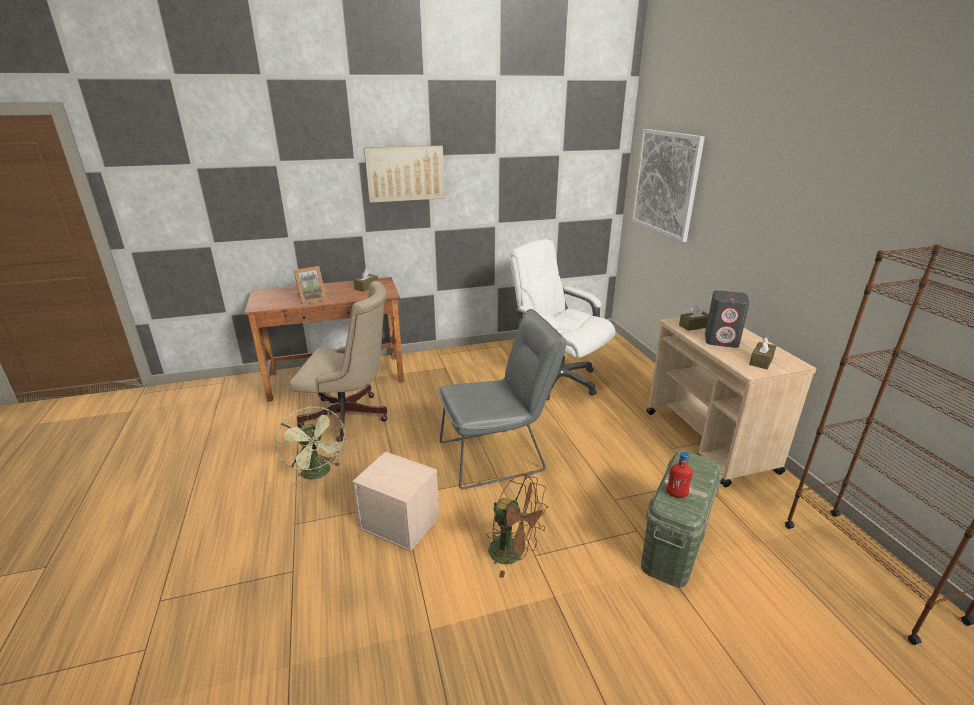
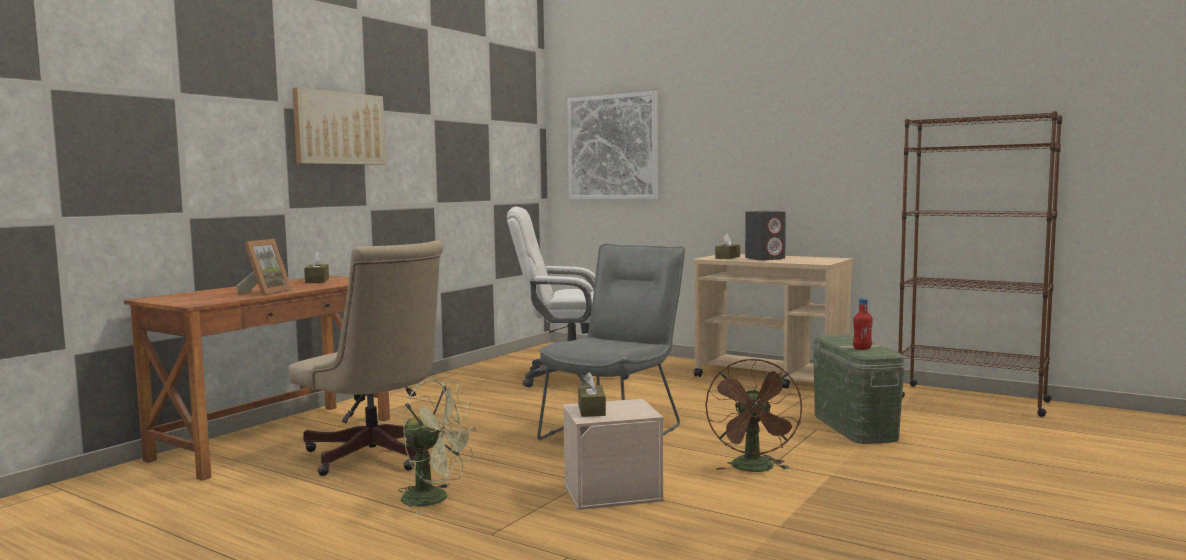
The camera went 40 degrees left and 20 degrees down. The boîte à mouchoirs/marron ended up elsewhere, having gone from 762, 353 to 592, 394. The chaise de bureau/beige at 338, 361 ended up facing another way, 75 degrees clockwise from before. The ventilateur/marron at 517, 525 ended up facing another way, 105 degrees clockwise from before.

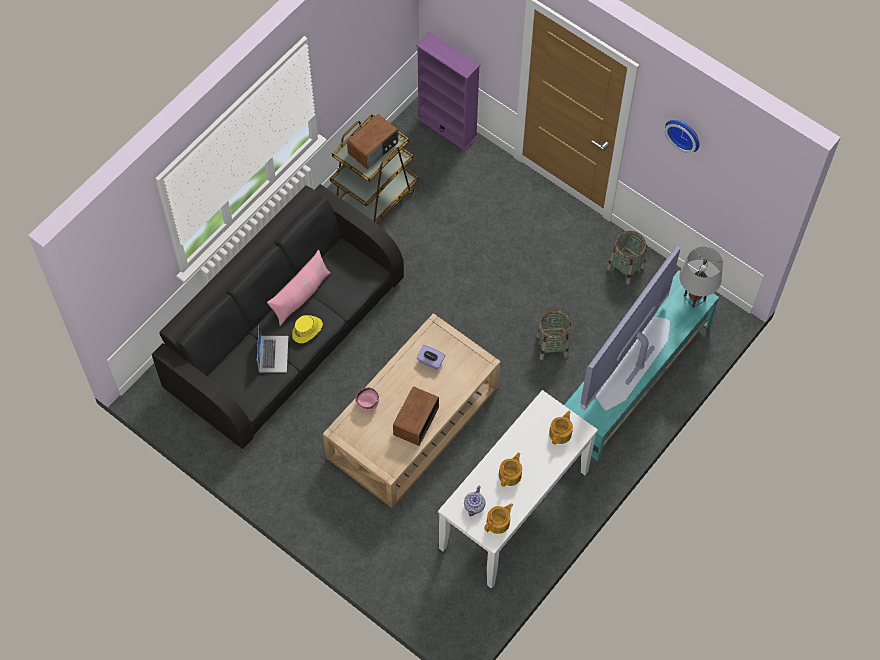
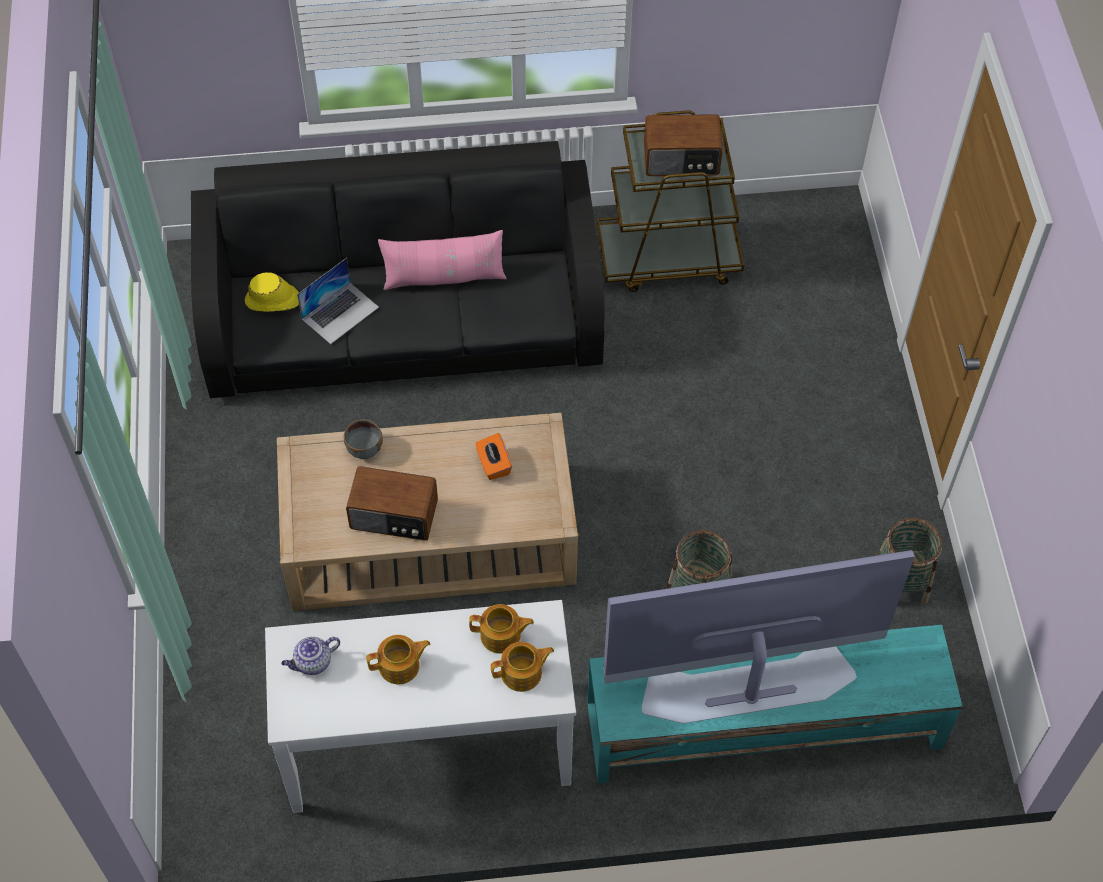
The camera went 45 degrees right and 5 degrees down. The second view lost the bibliothèque/violet at 448, 91. The second view lost the horloge murale at 682, 136. The second view lost the lampe de table/gris at 701, 277. The chapeau/jaune ended up elsewhere, having gone from 307, 329 to 272, 292. The théière ended up elsewhere, having gone from 498, 518 to 501, 629. What was the bol/rose at 367, 399 turned into the bol/gris at 363, 439. What was the boîte à mouchoirs/violet at 431, 357 turned into the boîte à mouchoirs/orange at 493, 456. The radio at 416, 416 ended up facing another way, 150 degrees counterclockwise from before.

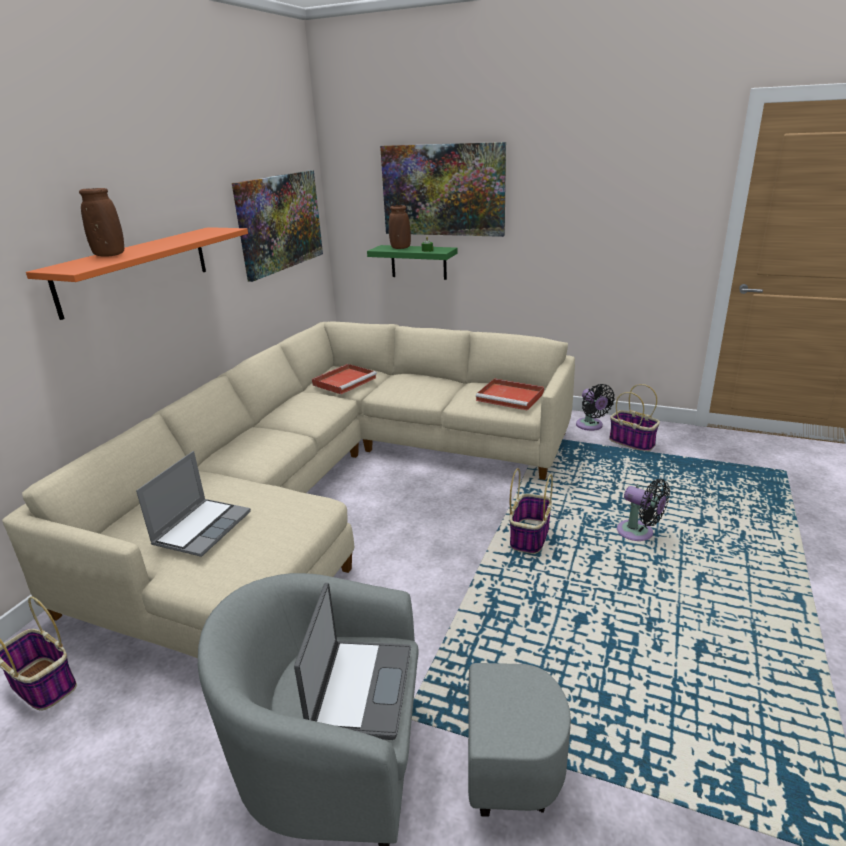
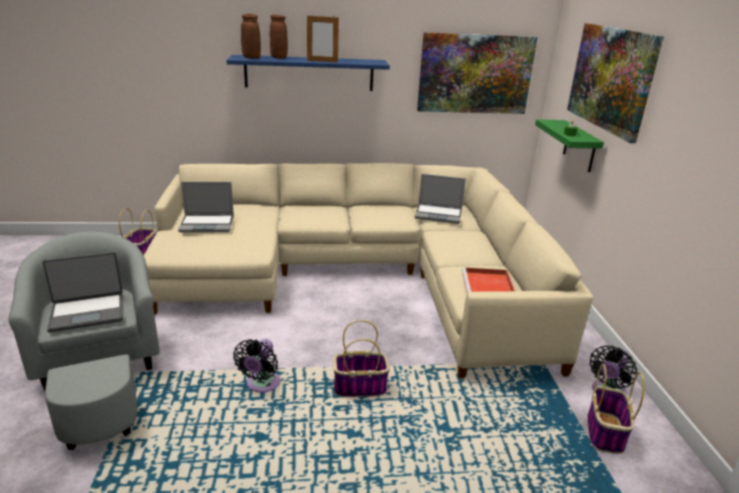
The camera went 60 degrees right and 0 degrees up. The second view gained the cadre photo at 323, 38. The vase/marron ended up elsewhere, having gone from 400, 227 to 251, 36. The ventilateur/noir ended up elsewhere, having gone from 643, 510 to 256, 366. Where the plateau/rouge stood at 344, 379, the ordinateur portable came to stand at 440, 199. What was the étagère/orange at 137, 273 turned into the étagère/bleu at 308, 73.

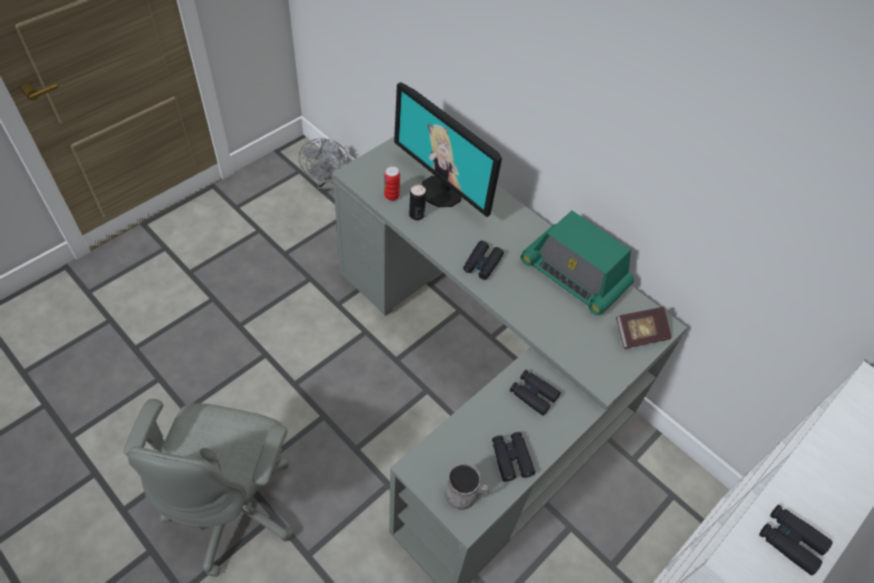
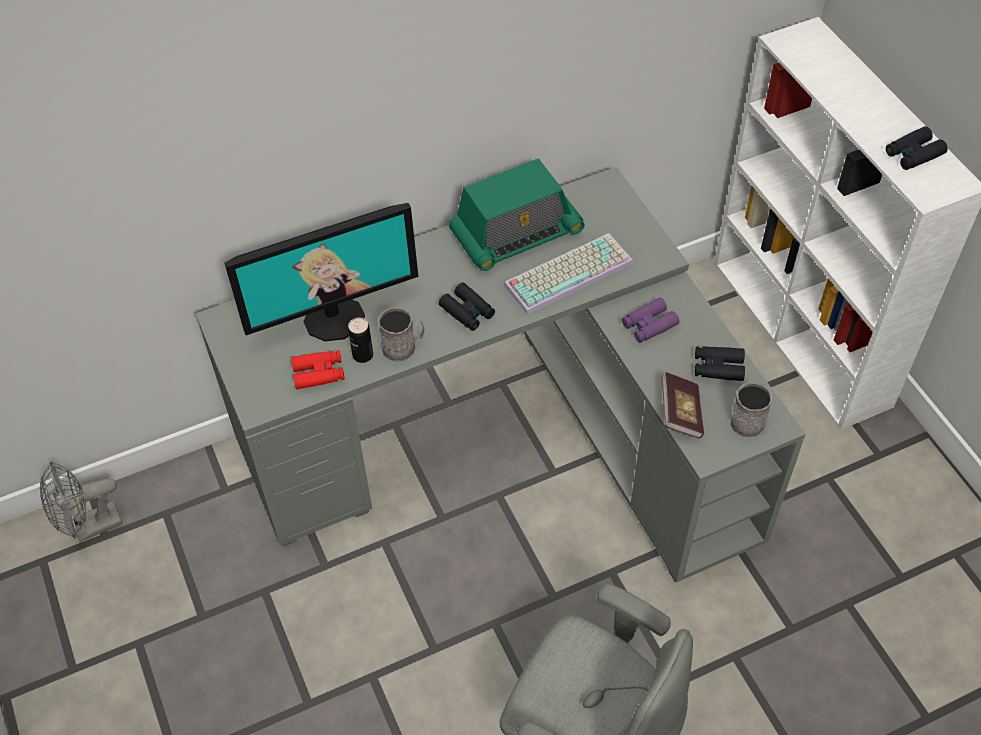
The camera went 65 degrees left and 0 degrees up. The second view gained the mug/gris at 401, 334. The second view gained the clavier at 568, 274. The livre ended up elsewhere, having gone from 643, 328 to 683, 405. Where the boîte métallique stood at 392, 183, the jumelles/rouge came to stand at 317, 369. What was the jumelles/noir at 535, 393 turned into the jumelles/violet at 651, 320. The ventilateur/gris at 324, 163 ended up facing another way, 135 degrees clockwise from before.

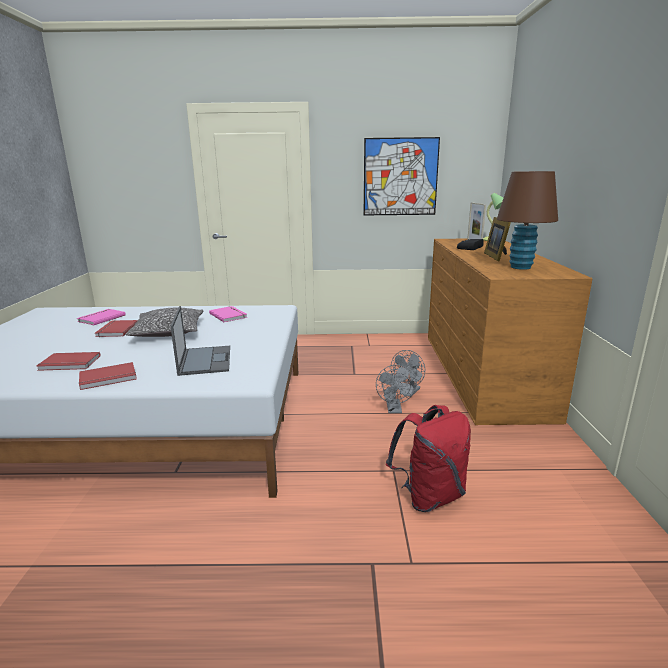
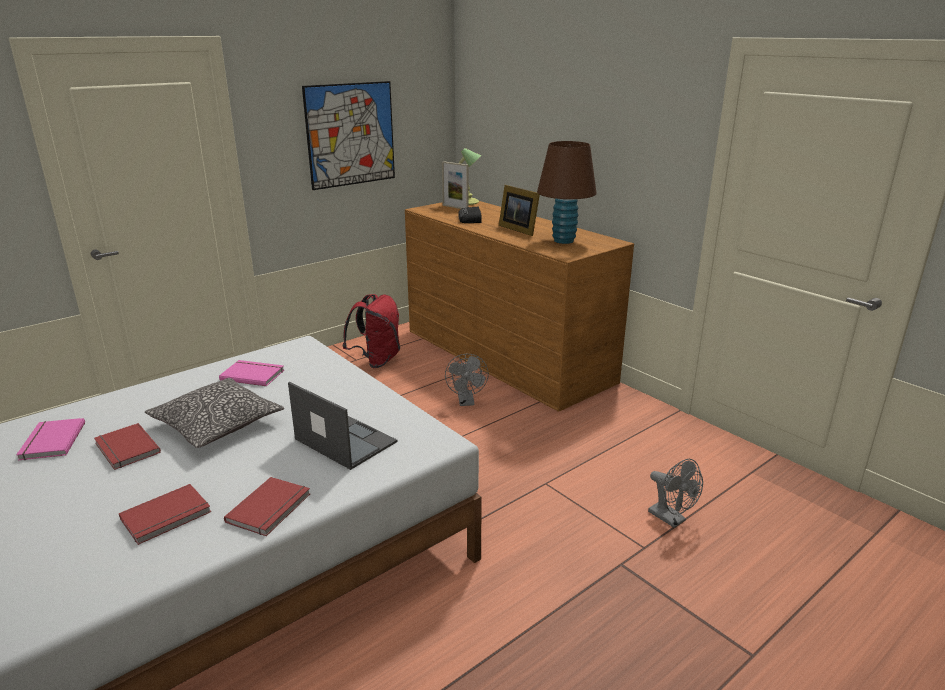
The camera went 40 degrees left and 5 degrees up. The ventilateur/gris ended up elsewhere, having gone from 396, 389 to 675, 493. The sac à dos/rouge ended up elsewhere, having gone from 428, 458 to 371, 331.

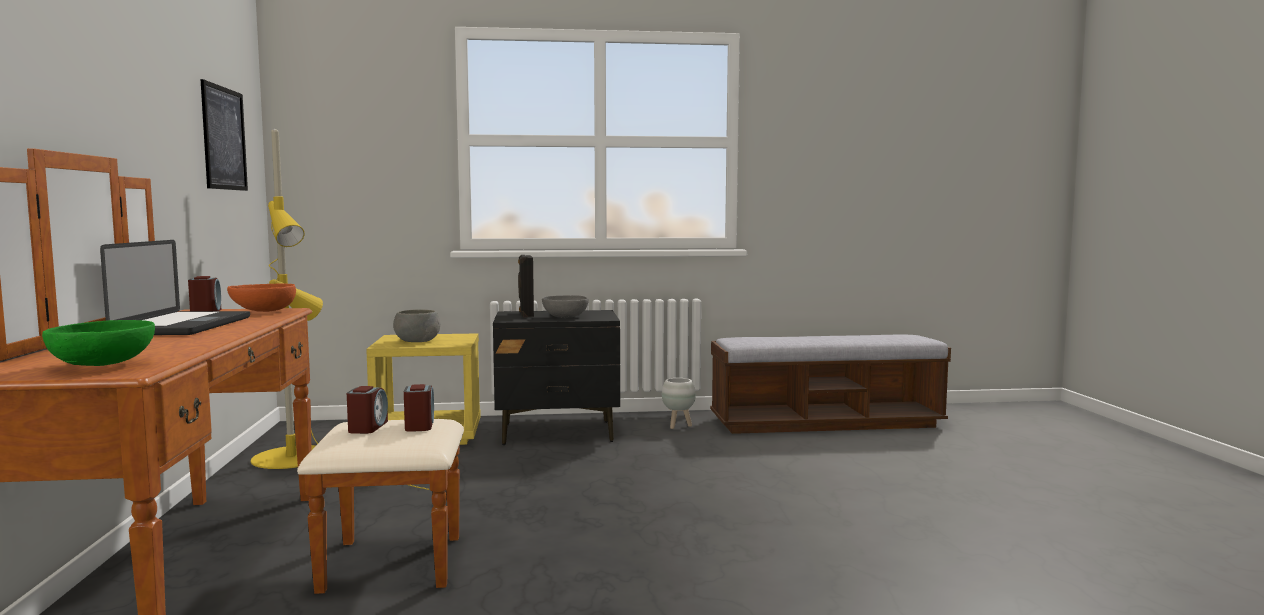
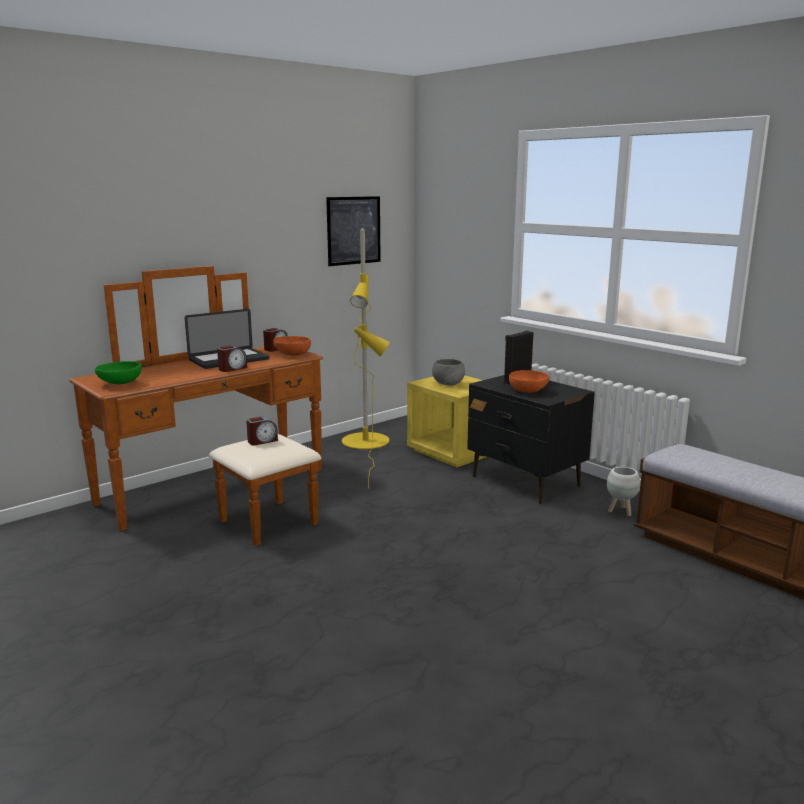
The camera went 55 degrees right and 10 degrees up. The réveil ended up elsewhere, having gone from 419, 408 to 232, 358. What was the bol/gris at 565, 306 turned into the bol/orange at 529, 381.

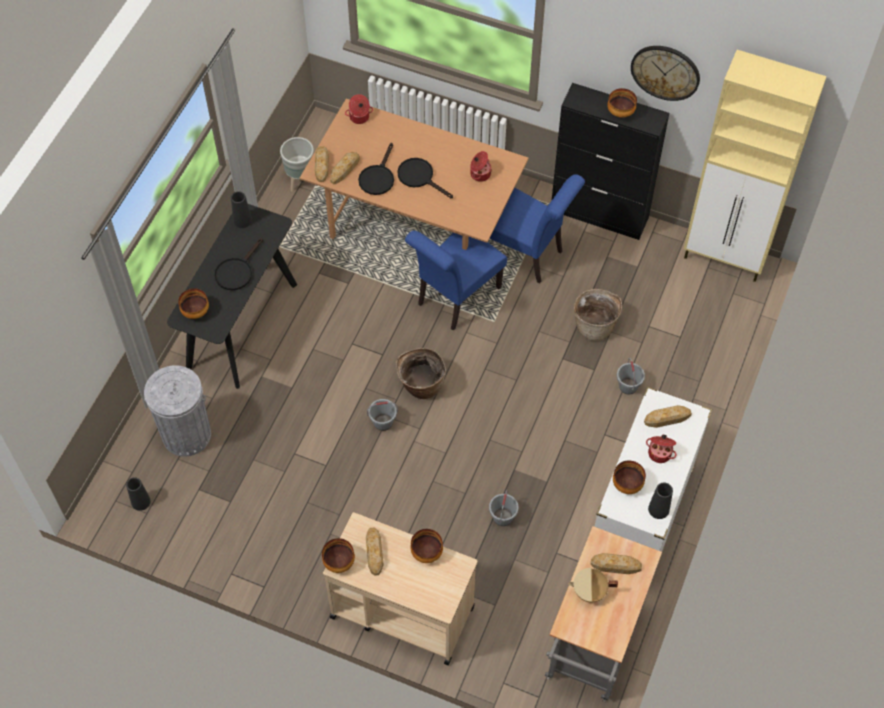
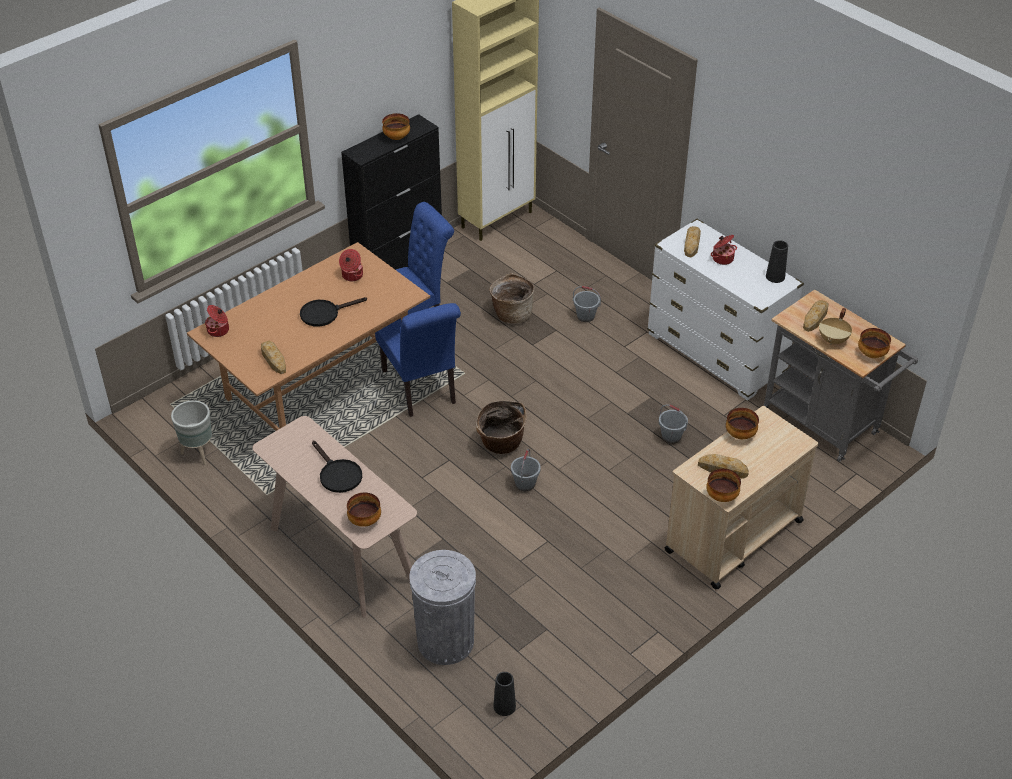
The camera went 65 degrees left and 15 degrees down. The second view lost the vase/noir at 241, 209. The second view lost the pain at 322, 164. The second view lost the poêle/noir at 376, 169. The second view lost the horloge murale at 665, 73. The bol ended up elsewhere, having gone from 629, 477 to 874, 343. What was the table console/noir at 232, 296 turned into the table console/beige at 334, 517.

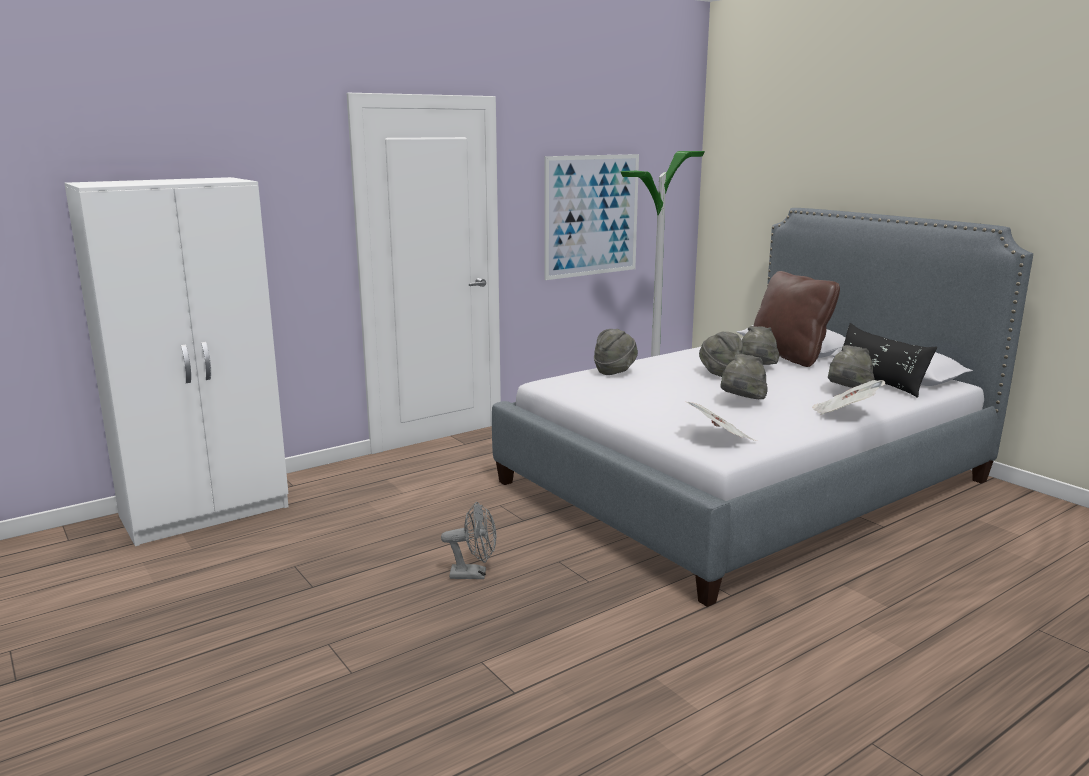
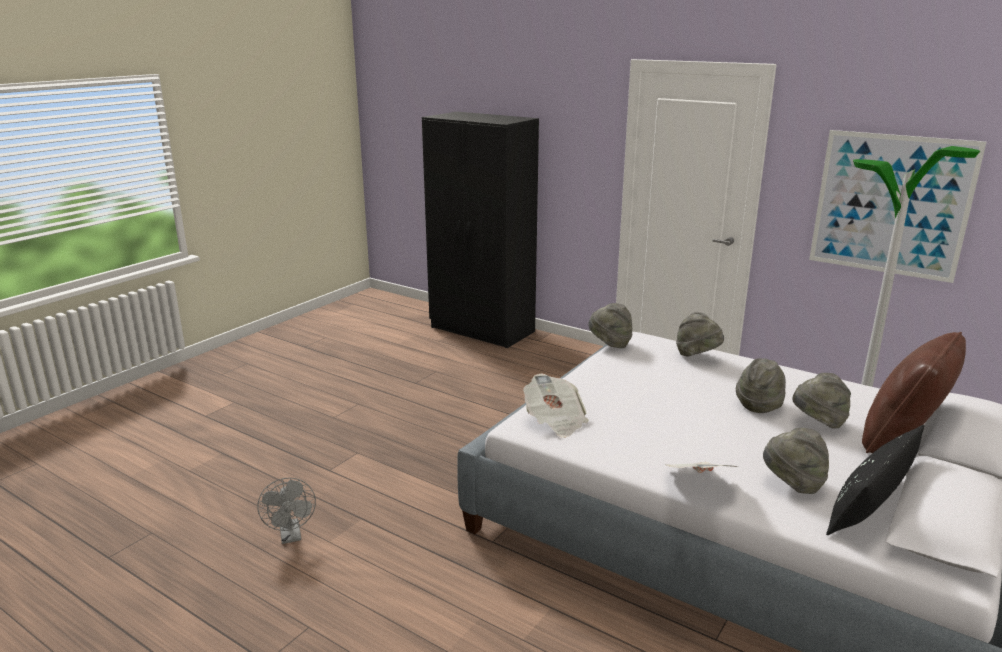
The camera went 70 degrees right and 5 degrees up. The ventilateur/gris ended up elsewhere, having gone from 468, 540 to 286, 511. The chapeau/gris ended up elsewhere, having gone from 744, 376 to 610, 325. What was the armoire/blanc at 176, 361 turned into the armoire/noir at 480, 230.

